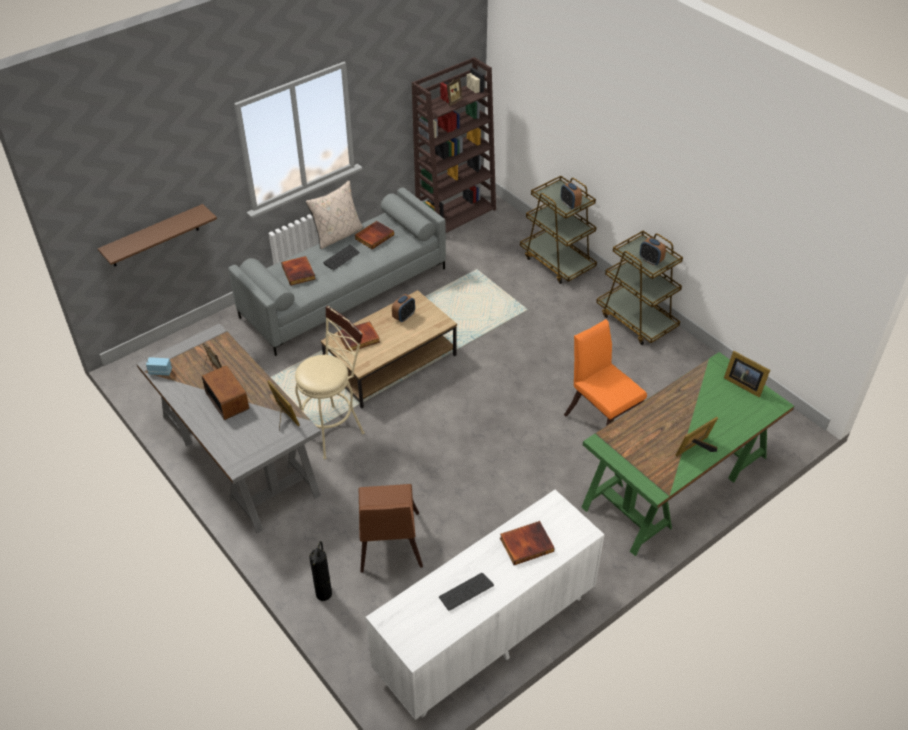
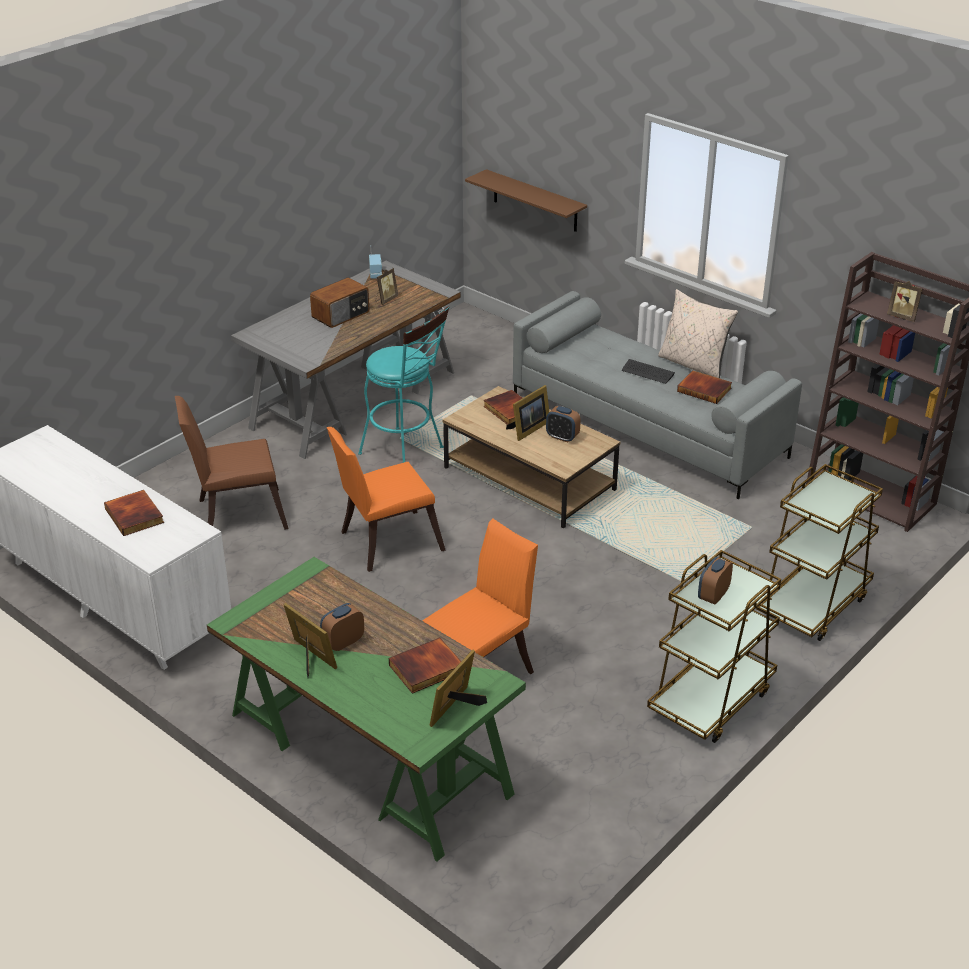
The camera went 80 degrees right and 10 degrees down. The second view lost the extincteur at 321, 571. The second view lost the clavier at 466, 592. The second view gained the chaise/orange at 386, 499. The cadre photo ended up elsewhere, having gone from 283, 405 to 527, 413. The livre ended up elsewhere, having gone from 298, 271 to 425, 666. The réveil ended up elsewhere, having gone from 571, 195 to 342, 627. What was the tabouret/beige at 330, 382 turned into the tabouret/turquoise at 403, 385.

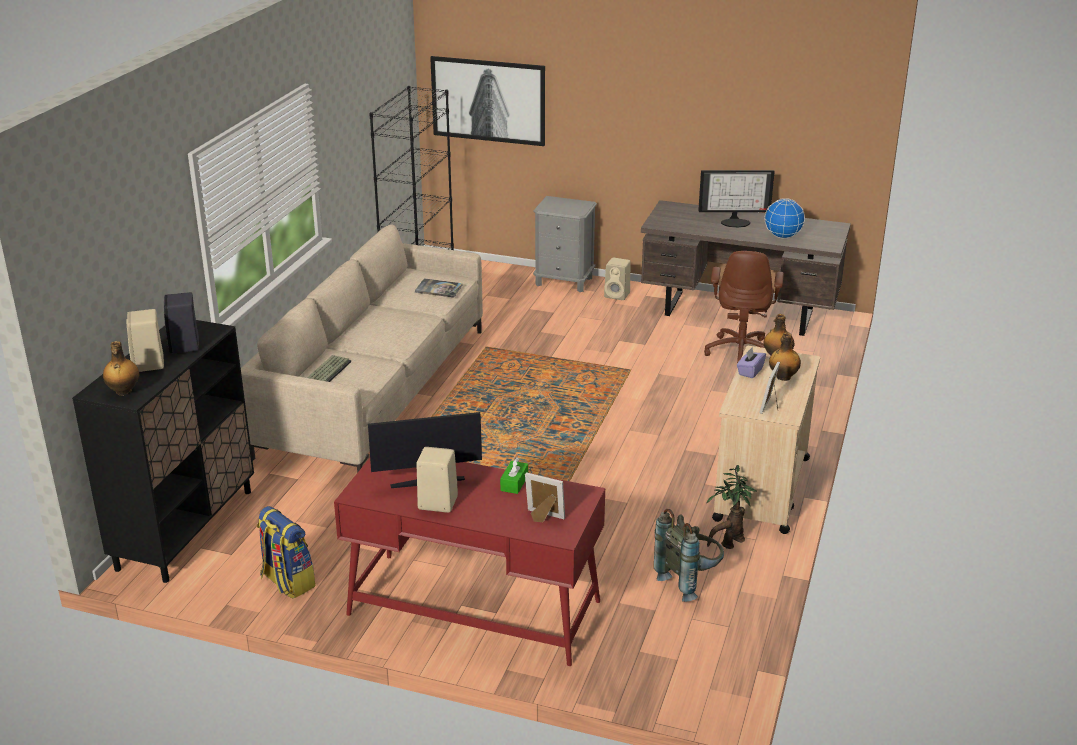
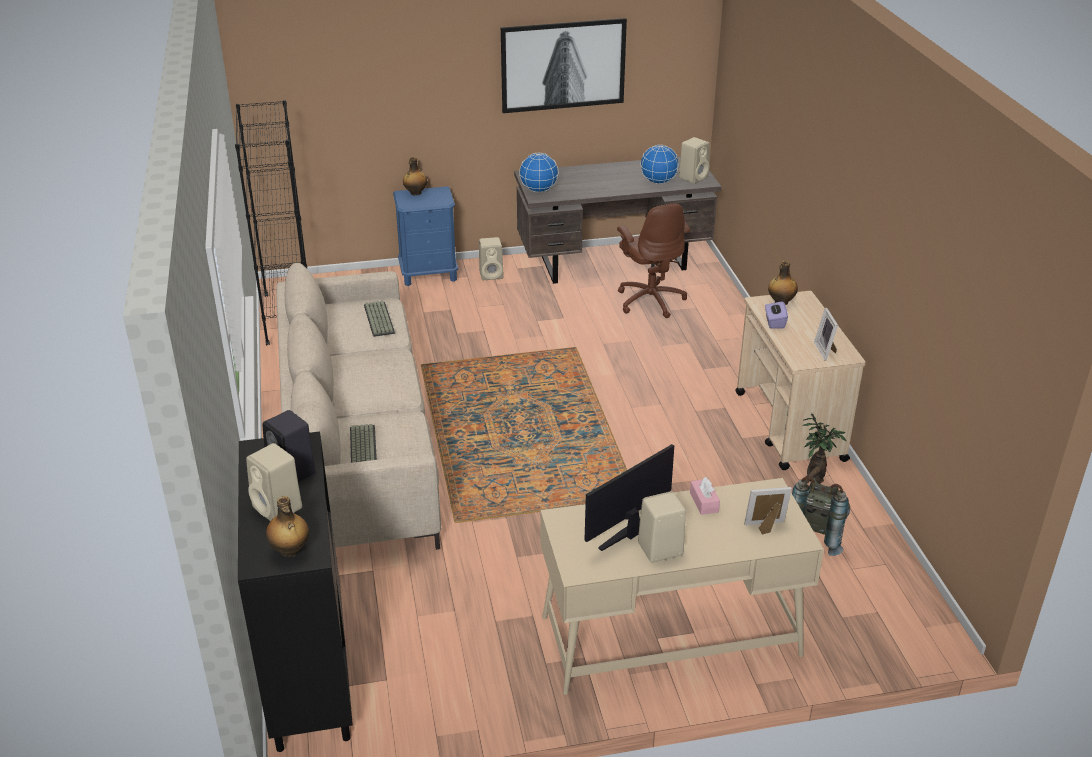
The camera went 30 degrees left and 5 degrees up. The second view lost the sac à dos at 286, 552. The second view lost the écran d'ordinateur at 736, 199. The second view gained the globe at 539, 172. The second view gained the enceinte/beige at 694, 160. The tableau ended up elsewhere, having gone from 487, 101 to 564, 65. The bouteille ended up elsewhere, having gone from 785, 357 to 415, 176. Where the livre stood at 439, 288, the clavier came to stand at 379, 319. What was the bureau/rouge at 469, 562 turned into the bureau/beige at 682, 586. What was the boîte à mouchoirs/vert at 514, 476 turned into the boîte à mouchoirs/rose at 705, 496. What was the table de chevet/gris at 565, 244 turned into the table de chevet/bleu at 425, 236.

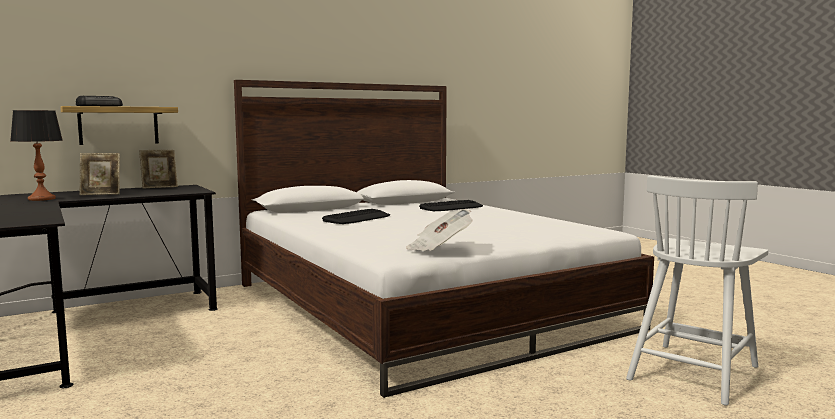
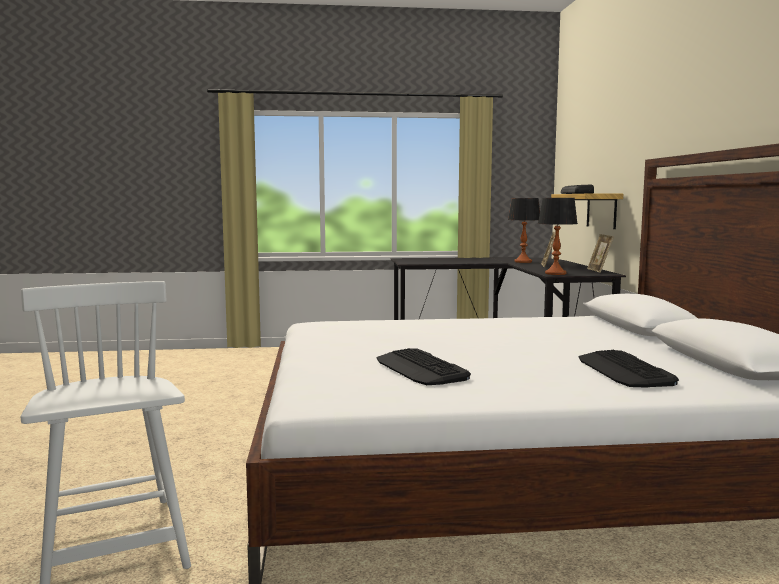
The camera went 115 degrees right and 0 degrees up. The second view lost the journal at 439, 230. The second view gained the lampe de table at 558, 236. The clavier ended up elsewhere, having gone from 356, 216 to 424, 366.

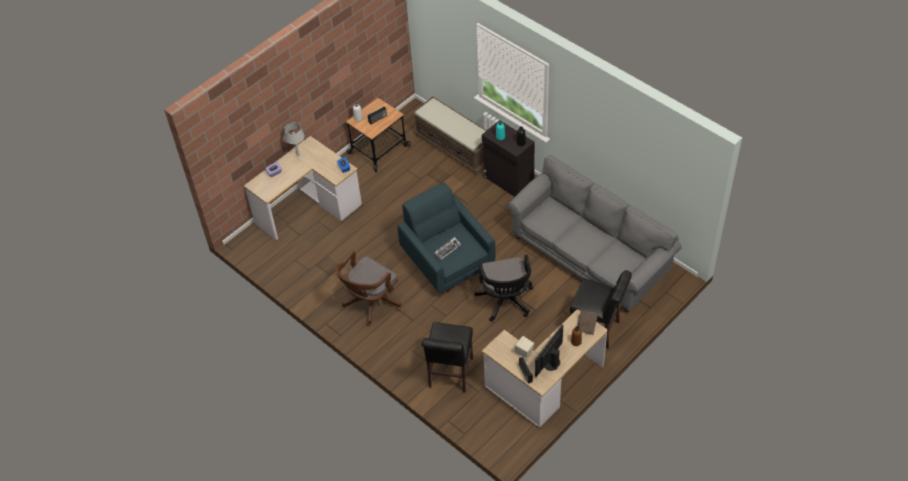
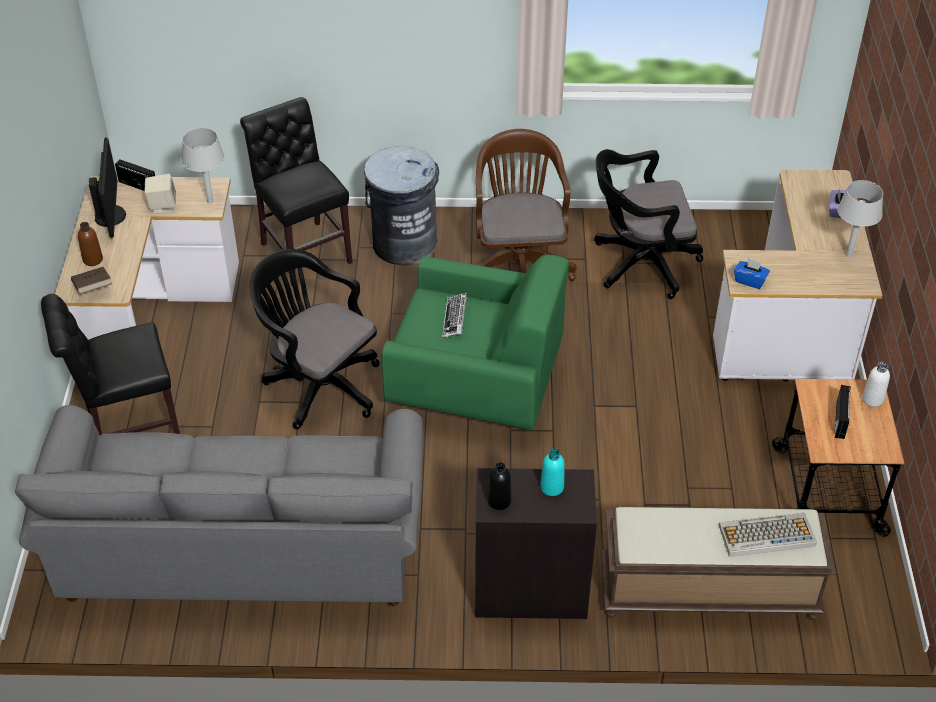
The camera went 135 degrees right and 5 degrees down. The second view gained the lampe de table/gris at 203, 166. The second view gained the poubelle/gris at 401, 206. The second view gained the chaise de bureau/noir at 648, 224. The second view gained the clavier at 768, 535. What was the fauteuil/bleu at 447, 238 turned into the fauteuil/vert at 475, 342.

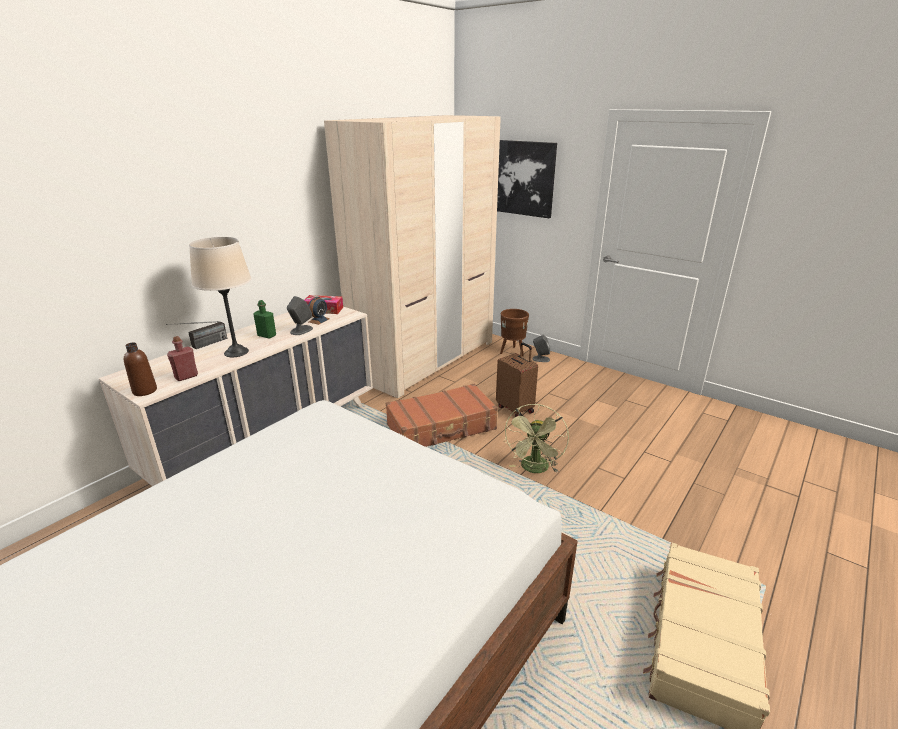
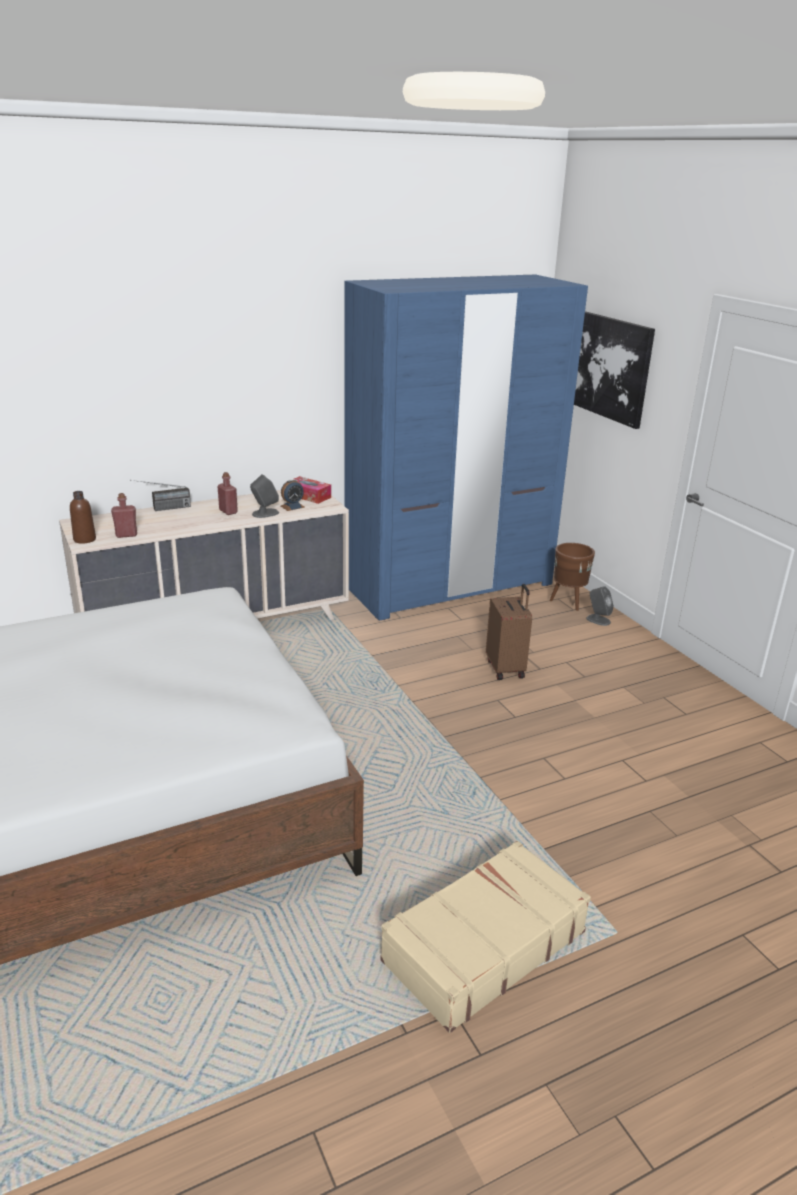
The camera went 25 degrees right and 0 degrees up. The second view lost the lampe de table/beige at 220, 297. The second view lost the valise/marron at 442, 415. The second view lost the ventilateur/vert at 536, 438. What was the bouteille/vert at 264, 319 turned into the bouteille/rouge at 227, 493. What was the armoire/beige at 412, 256 turned into the armoire/bleu at 466, 447.

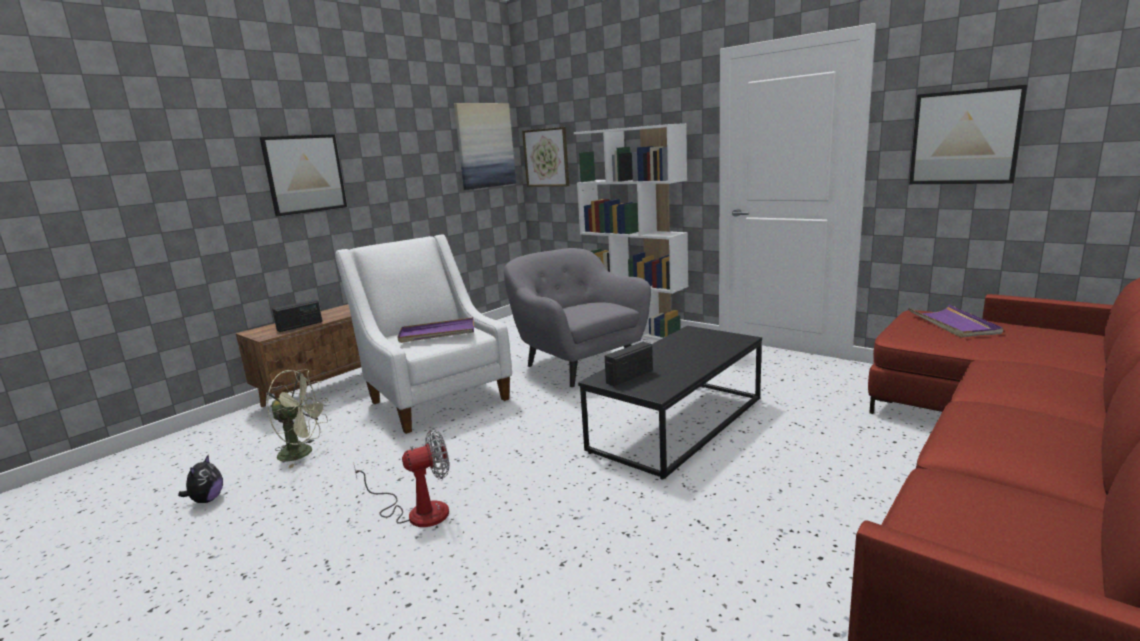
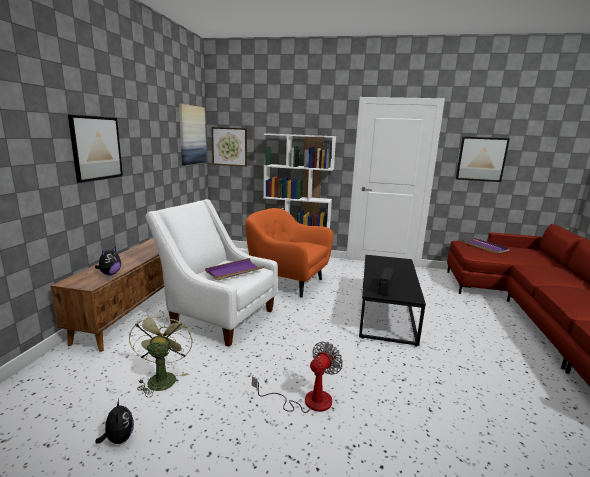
The camera went 30 degrees left and 0 degrees up. Where the radio stood at 297, 315, the peluche came to stand at 108, 261. What was the fauteuil/gris at 577, 317 turned into the fauteuil/orange at 289, 253. The ventilateur/vert at 297, 419 ended up facing another way, 75 degrees counterclockwise from before.

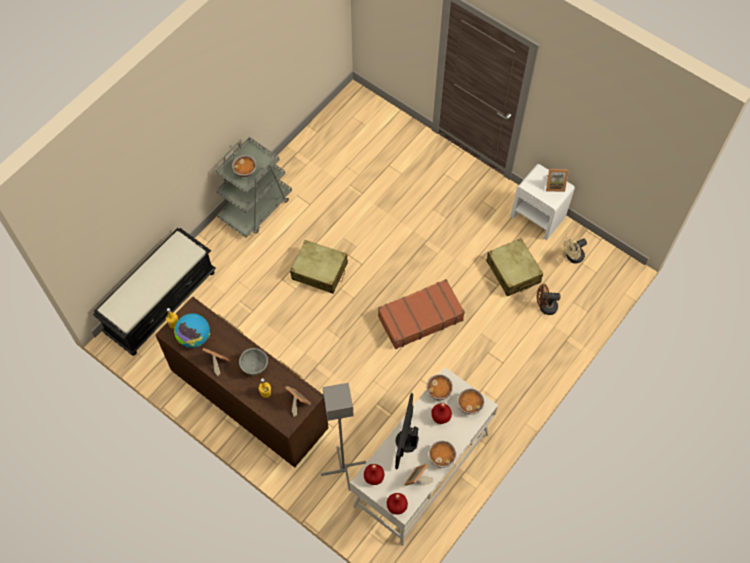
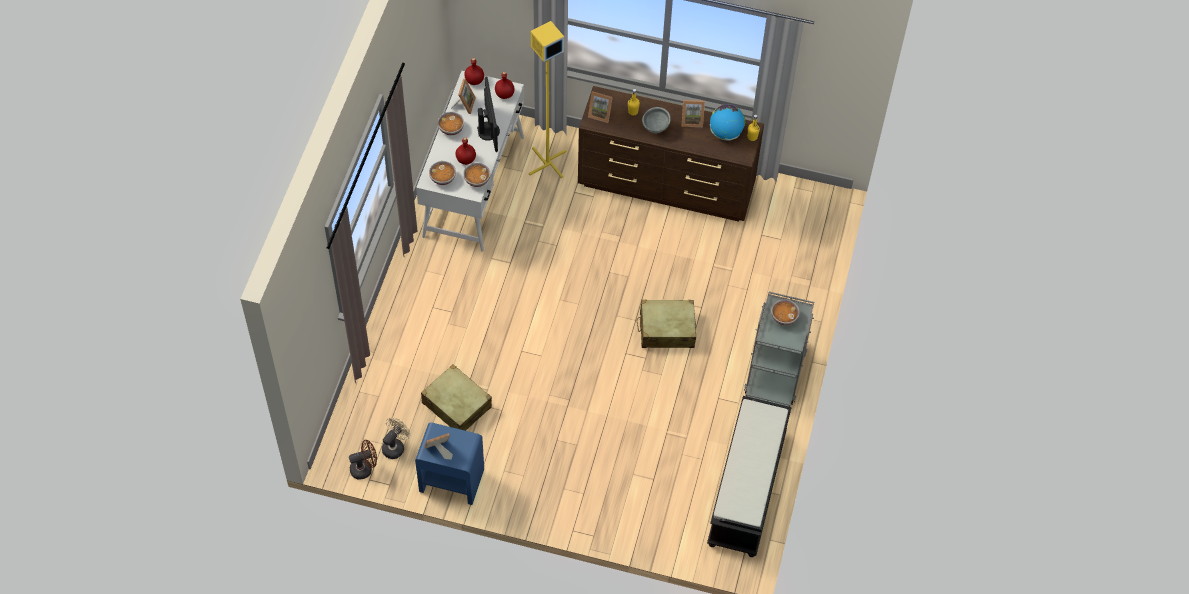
The camera went 155 degrees right and 5 degrees down. The second view lost the valise/marron at 421, 314. The banc/noir ended up elsewhere, having gone from 154, 292 to 749, 476. The ventilateur/marron ended up elsewhere, having gone from 548, 299 to 363, 460. What was the lampadaire/gris at 343, 437 turned into the lampadaire/jaune at 547, 99. What was the table de chevet/blanc at 542, 202 turned into the table de chevet/bleu at 449, 463.

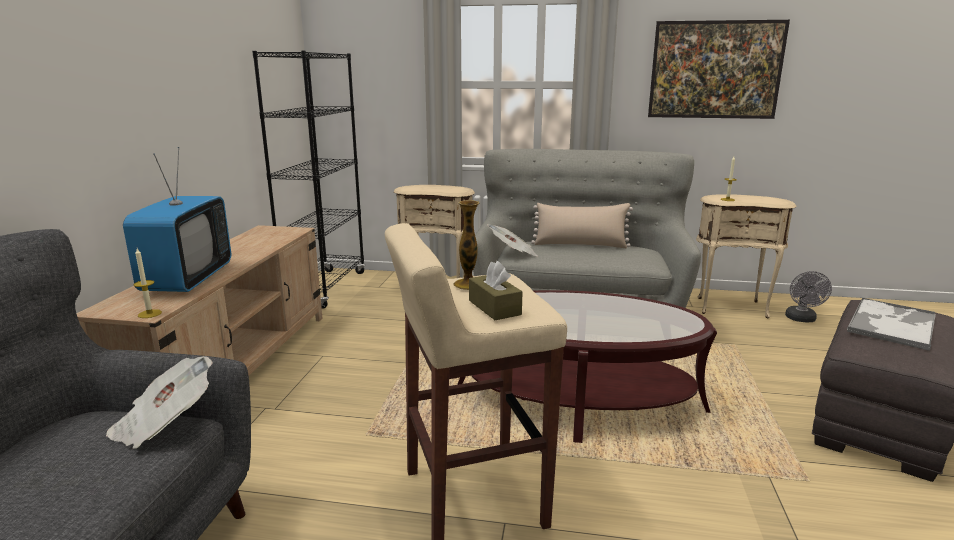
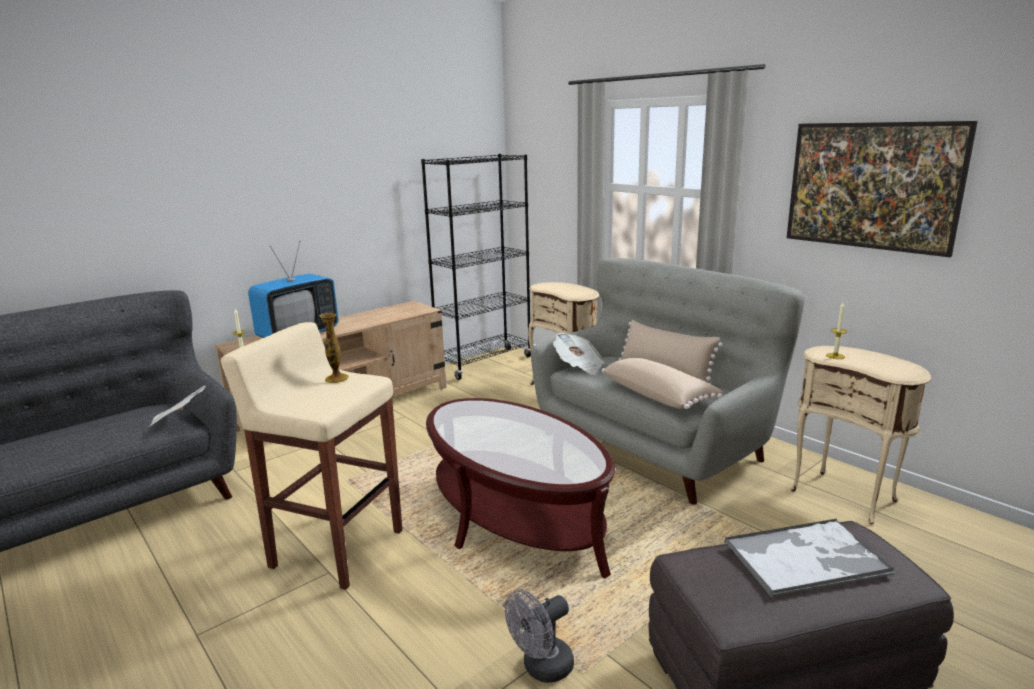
The camera went 40 degrees right and 0 degrees up. The second view lost the boîte à mouchoirs/marron at 496, 290. The second view gained the coussin/beige at 662, 383. The ventilateur/gris ended up elsewhere, having gone from 808, 296 to 539, 636.

